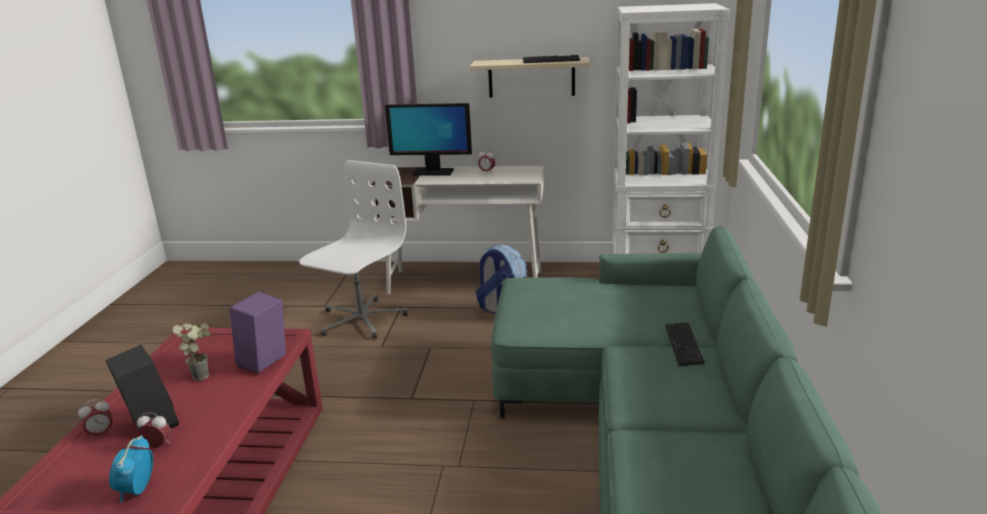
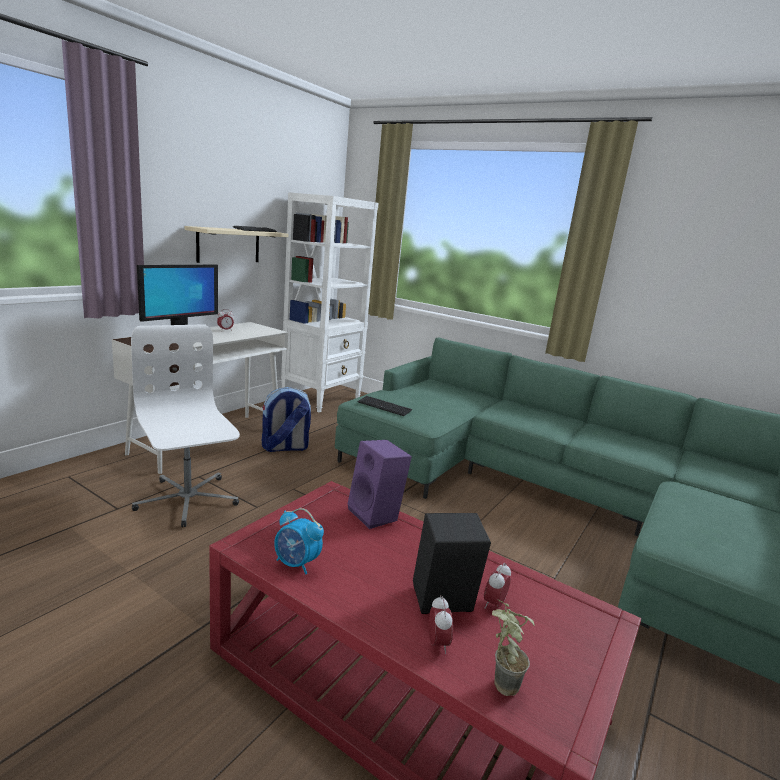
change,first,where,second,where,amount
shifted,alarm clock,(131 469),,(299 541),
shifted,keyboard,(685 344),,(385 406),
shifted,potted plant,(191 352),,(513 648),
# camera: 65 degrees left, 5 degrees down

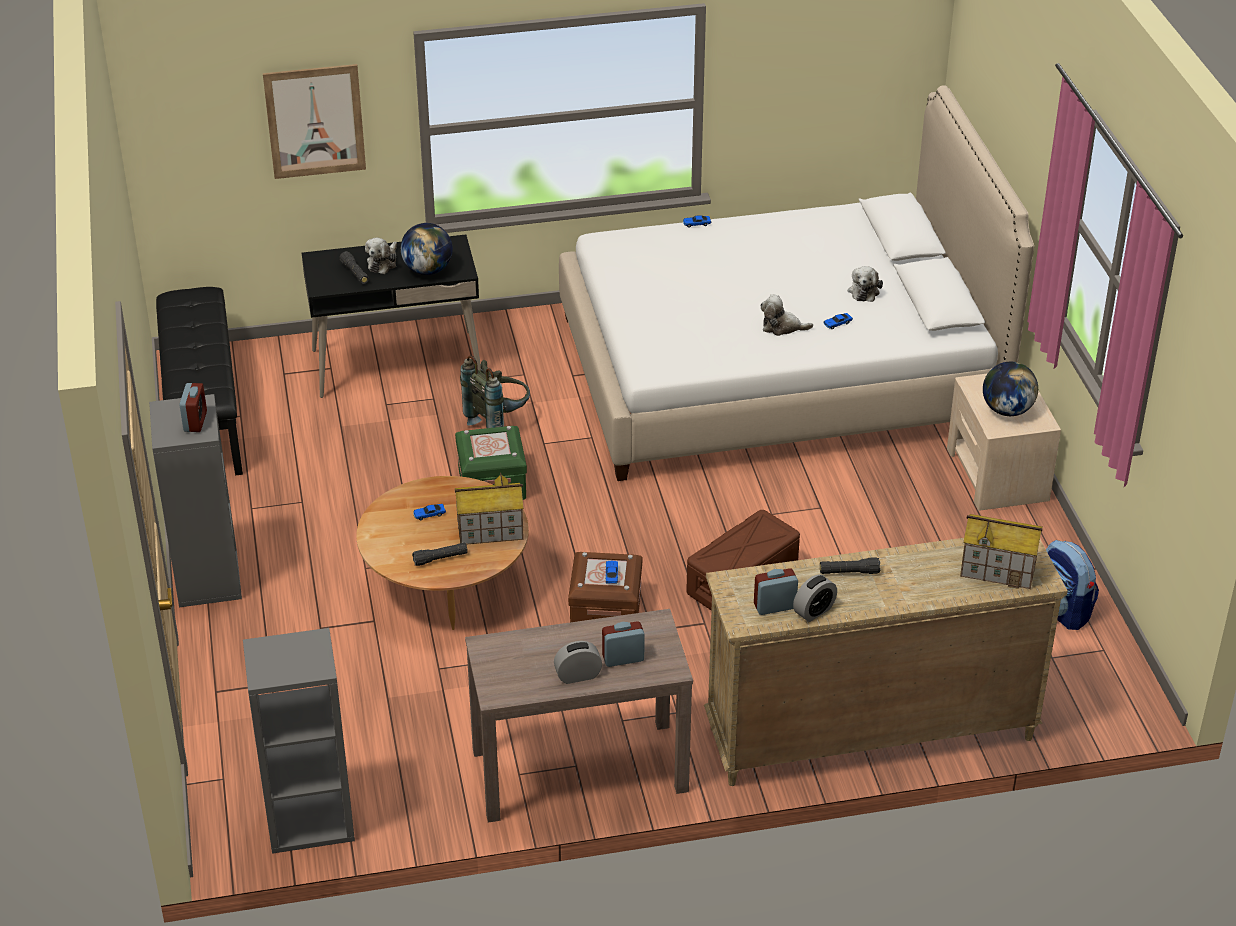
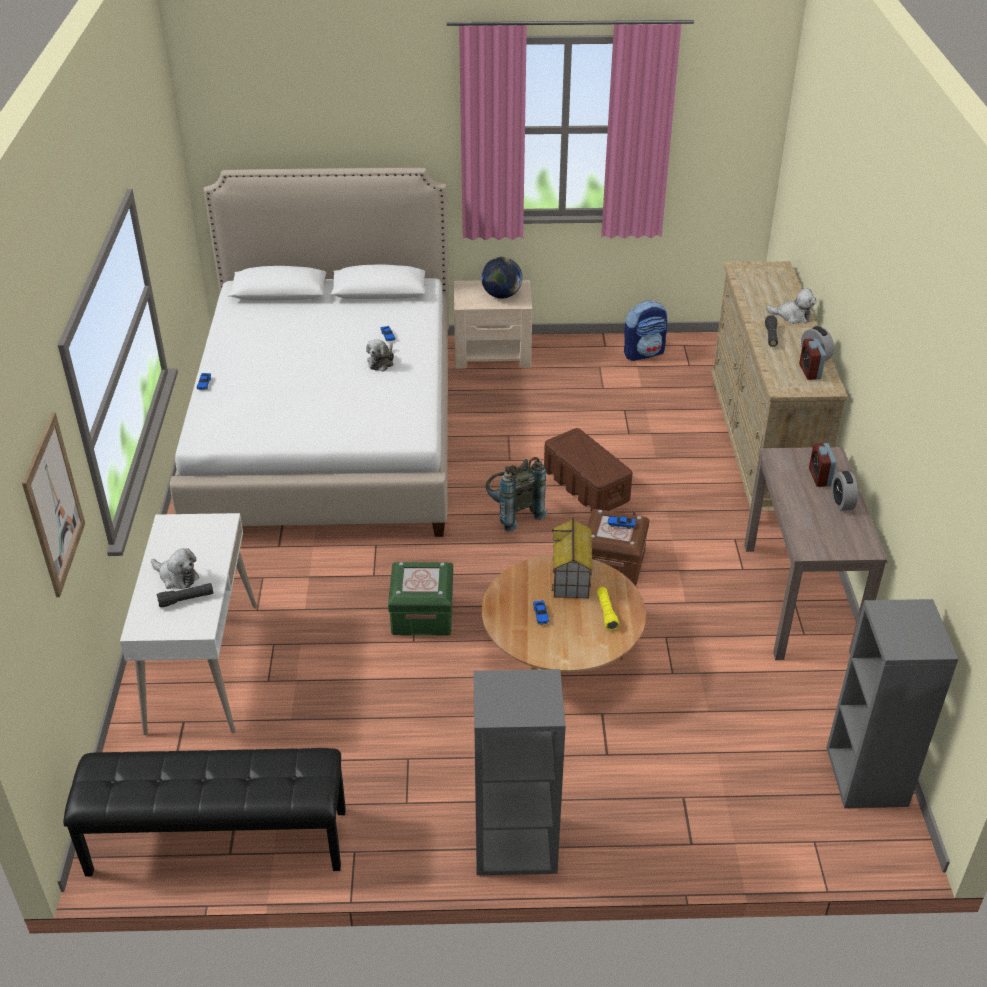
change,first,where,second,where,amount
repainted,black desk,(391 316),white desk,(188 624),
shifted,grey backpack,(495 392),,(516 494),
repainted,black flashlight,(440 554),yellow flashlight,(608 608),
shifted,plush toy,(865 284),,(791 306),
gone,alarm clock,(193 407),,,
gone,globe,(427 249),,,
gone,toy house,(1001 551),,,
# camera: 80 degrees left, 0 degrees up

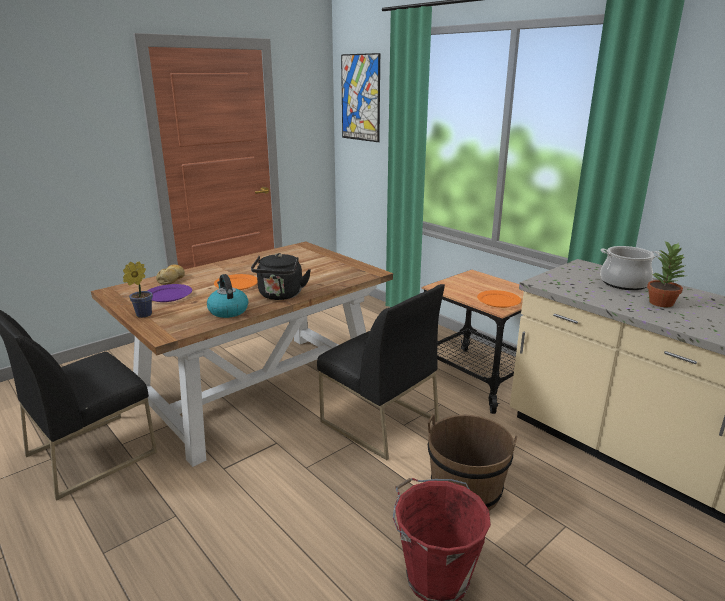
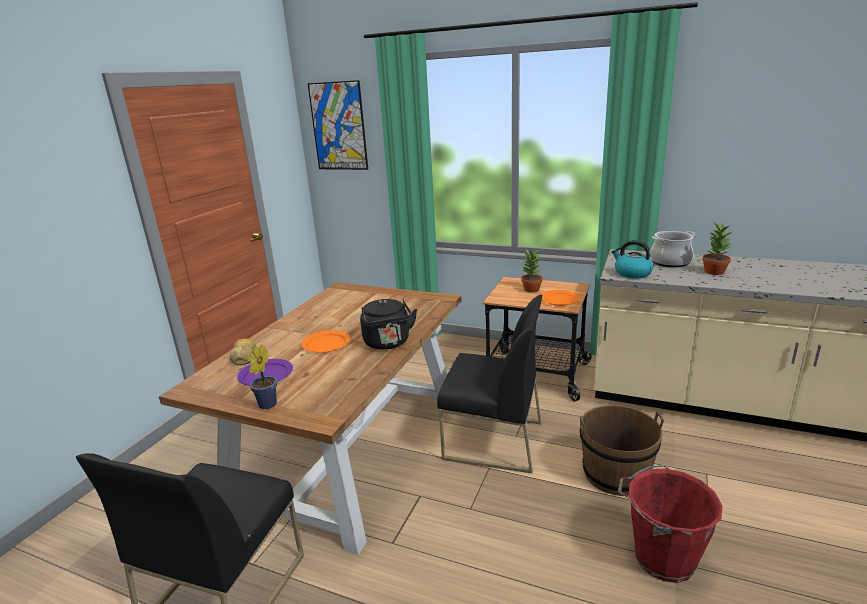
change,first,where,second,where,amount
new,,,potted plant,(532 271),
shifted,kettle,(227 296),,(632 259),
# camera: 25 degrees left, 0 degrees up

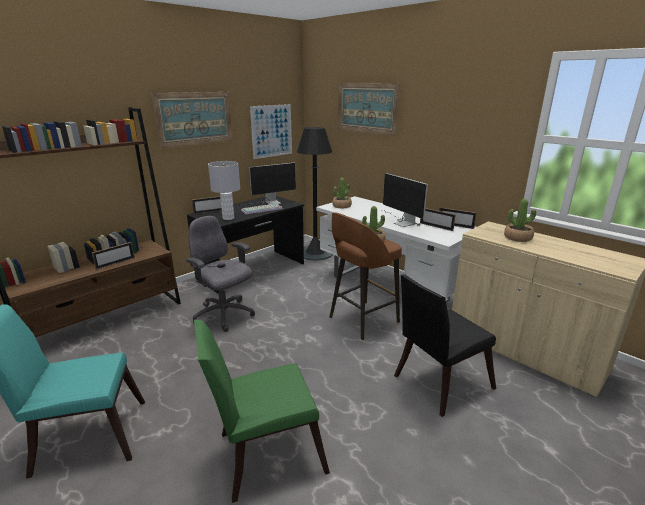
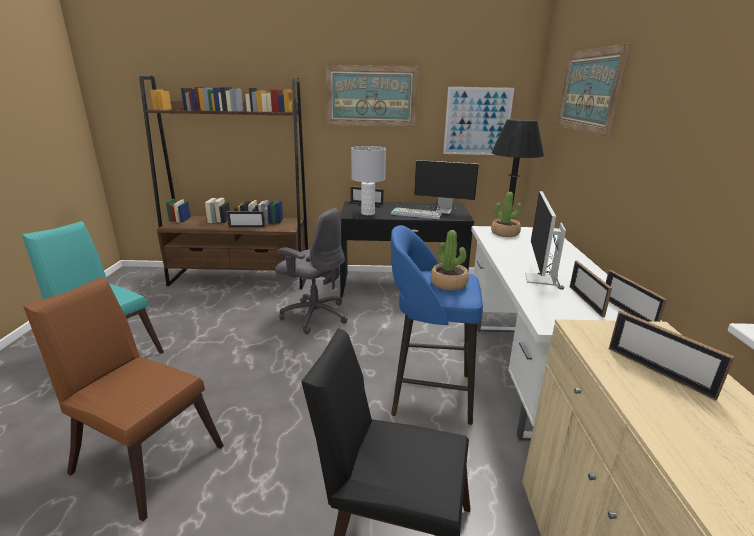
change,first,where,second,where,amount
repainted,green chair,(262 411),brown chair,(123 399),
rotated,grey office chair,(220 274),,(311 271),120 degrees clockwise
repainted,brown stool,(365 276),blue stool,(437 325),
swapped,potted plant,(520 220),picture frame,(671 356),
# camera: 45 degrees right, 0 degrees up

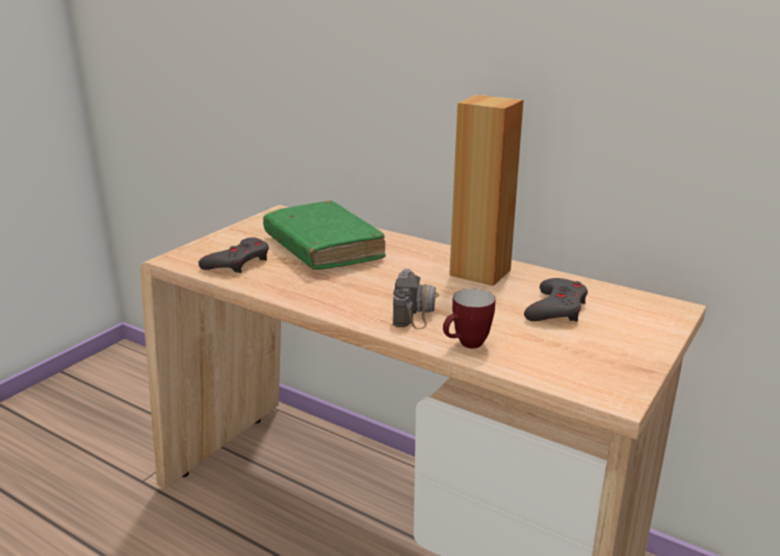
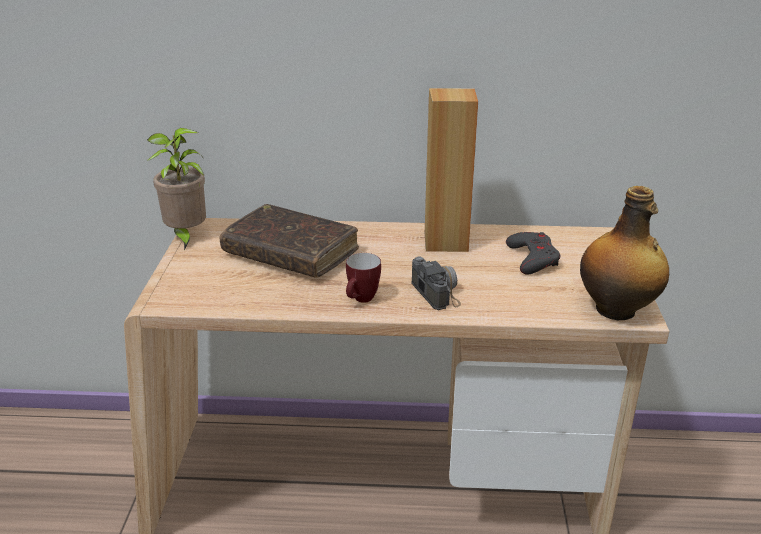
change,first,where,second,where,amount
new,,,potted plant,(176 189),
repainted,green book,(324 235),brown book,(289 241),
shifted,mug,(469 319),,(363 278),
new,,,bottle,(624 253),
gone,grey game controller,(233 255),,,
# camera: 30 degrees left, 5 degrees up

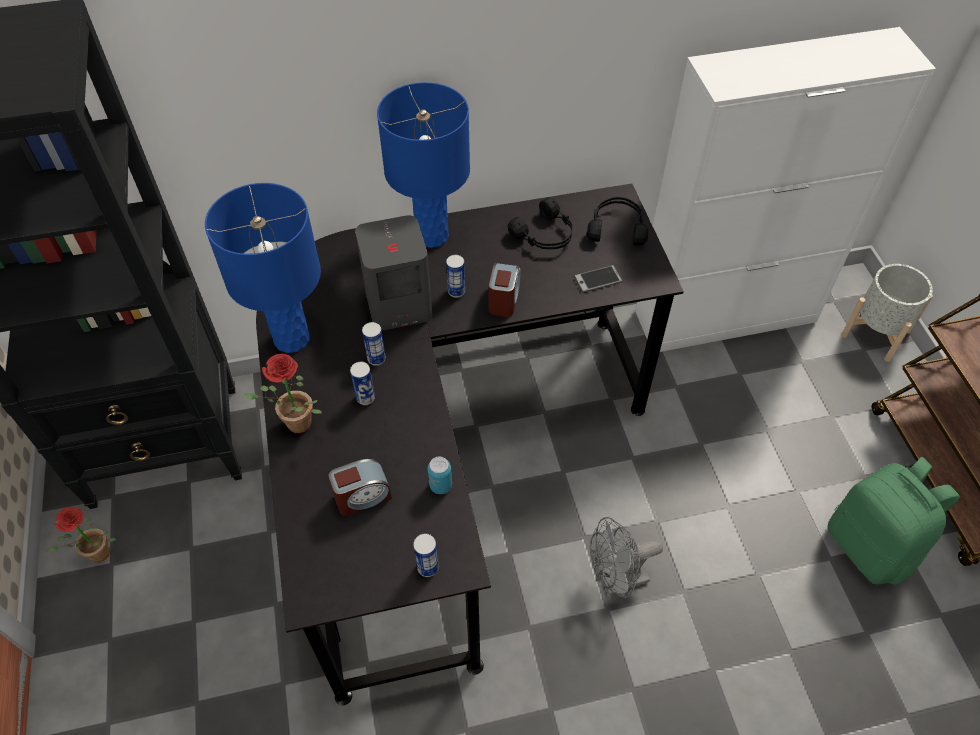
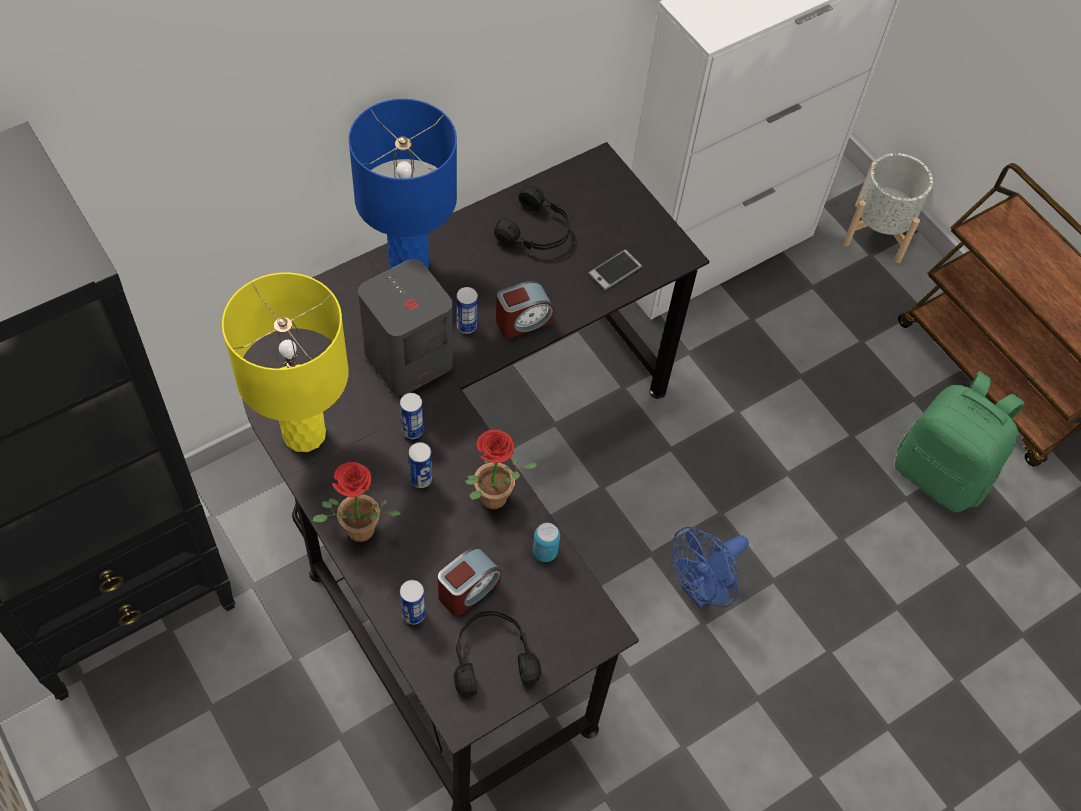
change,first,where,second,where,amount
repainted,blue table lamp,(263 268),yellow table lamp,(285 362),
shifted,can,(426 555),,(412 602),
shifted,black headphones,(618 221),,(497 653),
shifted,potted plant,(81 534),,(501 469),
rotated,alarm clock,(505 290),,(525 309),75 degrees clockwise
repainted,grey fan,(626 557),blue fan,(710 567),
# camera: 25 degrees left, 5 degrees up

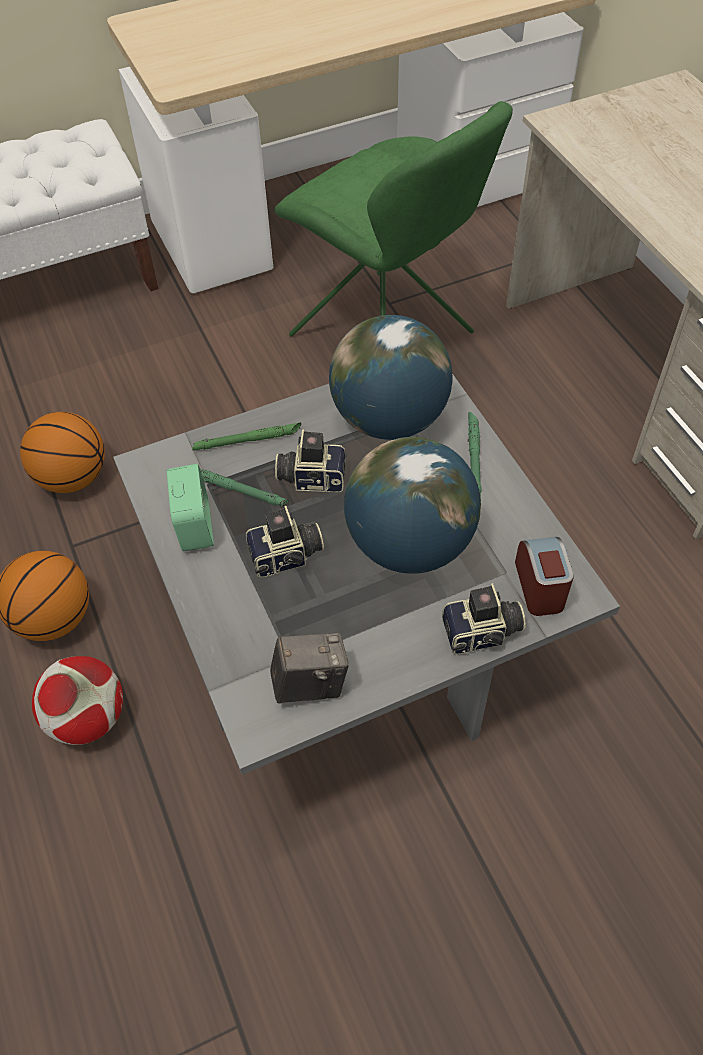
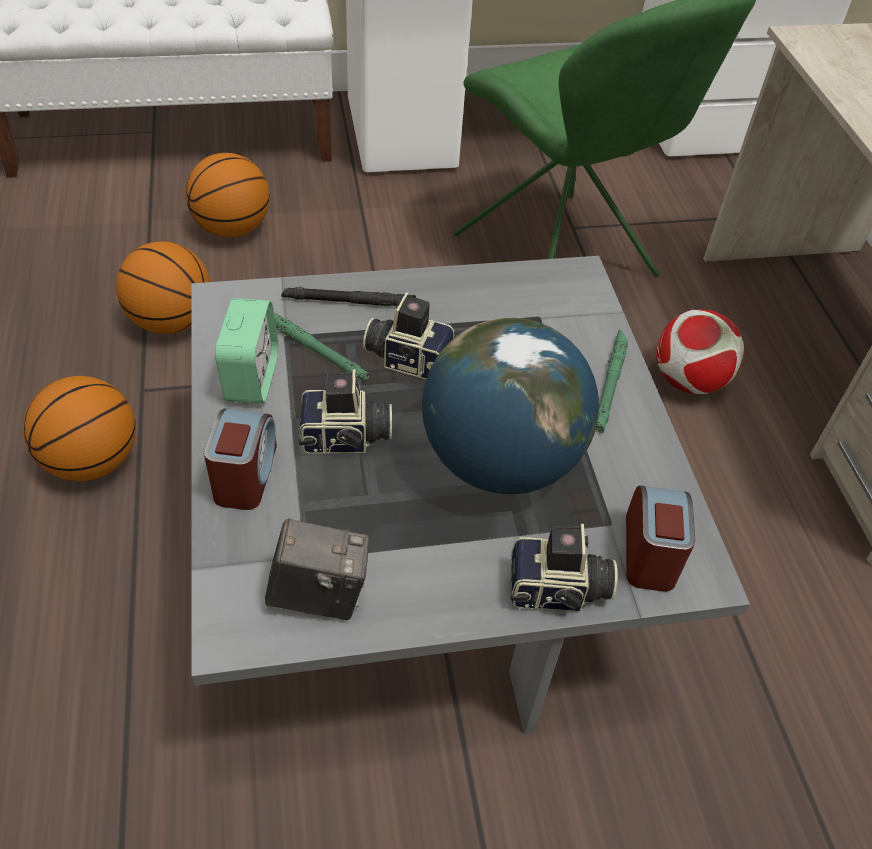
change,first,where,second,where,amount
new,,,basketball,(227 195),
new,,,alarm clock,(240 459),
repainted,green flashlight,(246 437),black flashlight,(348 296),
shifted,football,(77 700),,(700 352),
gone,globe,(391 377),,,
# camera: 10 degrees right, 5 degrees down

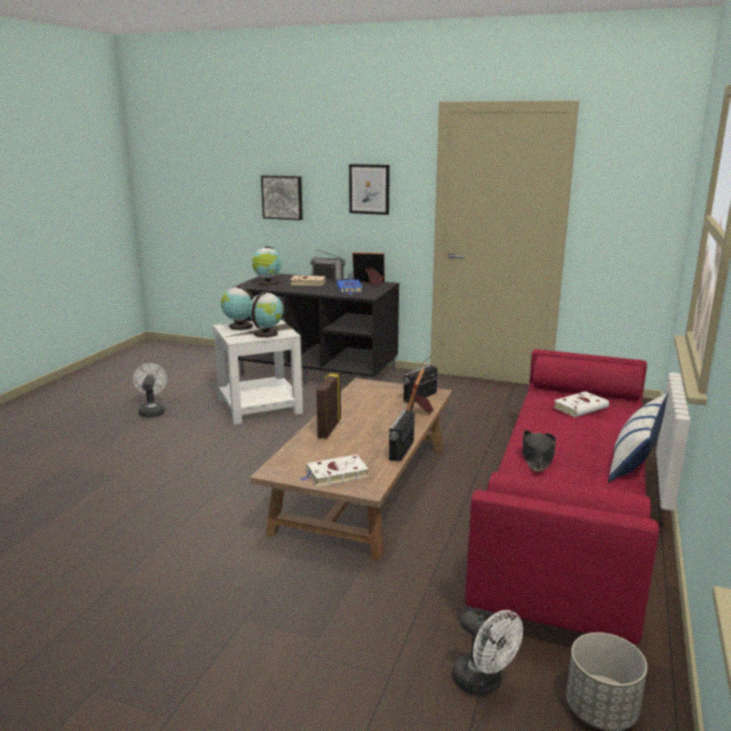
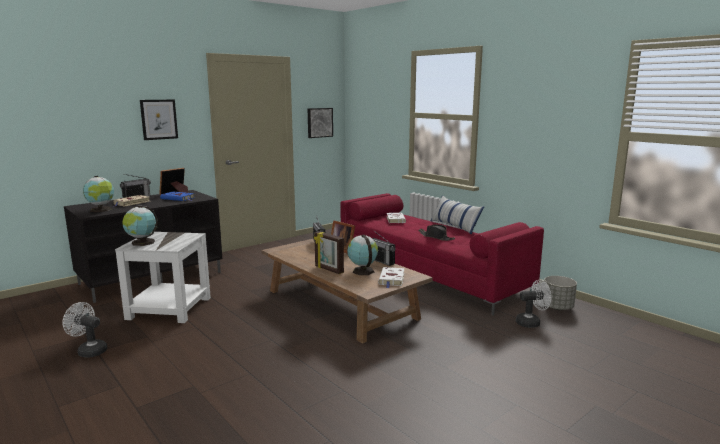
change,first,where,second,where,amount
shifted,picture,(282 197),,(320 123),
shifted,globe,(266 315),,(362 255),
# camera: 60 degrees left, 5 degrees down

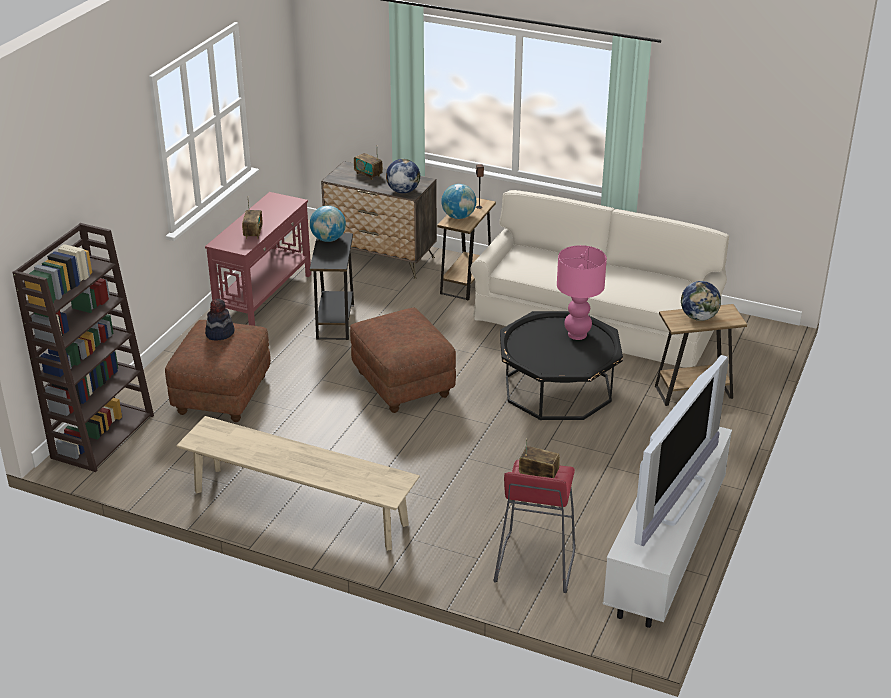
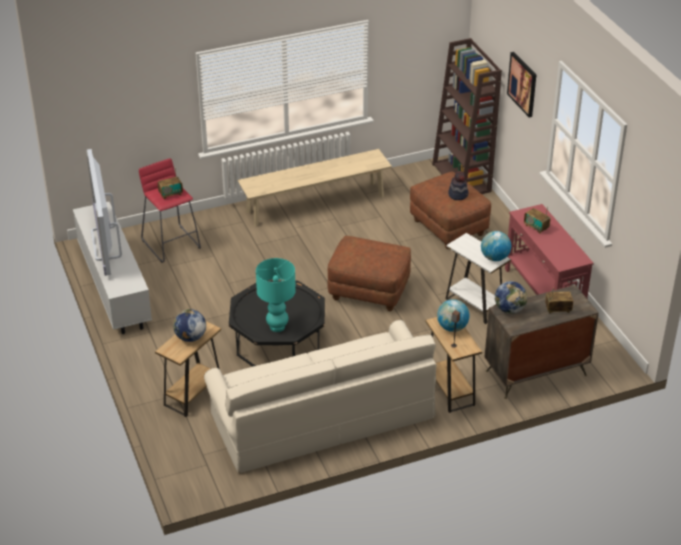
change,first,where,second,where,amount
repainted,pink table lamp,(582 292),turquoise table lamp,(276 295),
repainted,black side table,(332 286),white side table,(478 278),
new,,,picture,(521 85),
# camera: 135 degrees right, 5 degrees up

